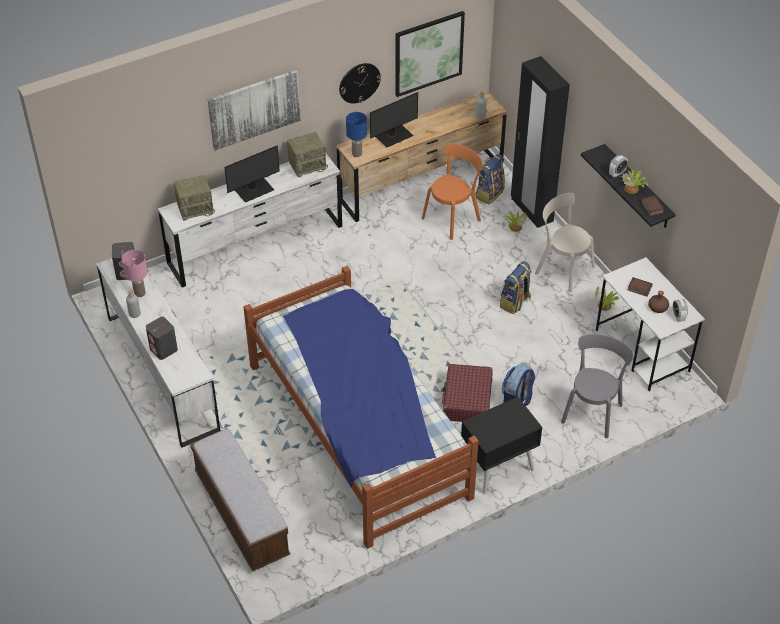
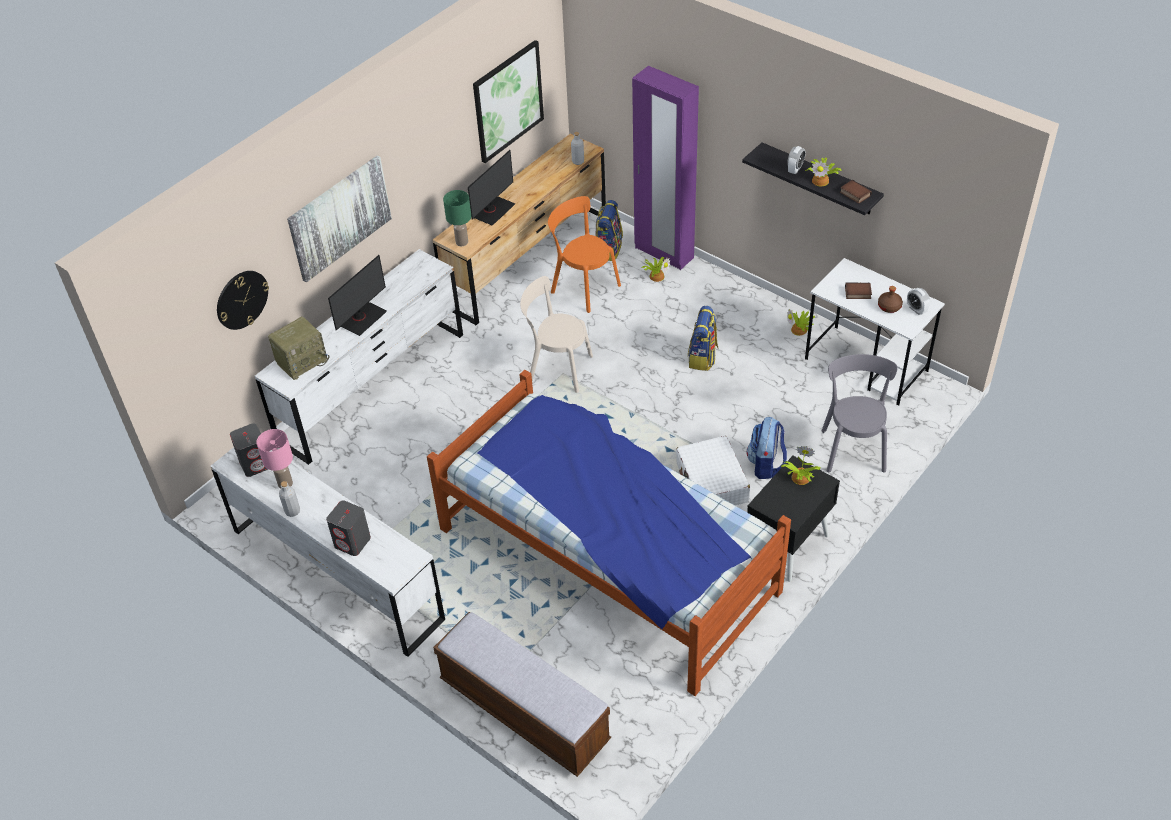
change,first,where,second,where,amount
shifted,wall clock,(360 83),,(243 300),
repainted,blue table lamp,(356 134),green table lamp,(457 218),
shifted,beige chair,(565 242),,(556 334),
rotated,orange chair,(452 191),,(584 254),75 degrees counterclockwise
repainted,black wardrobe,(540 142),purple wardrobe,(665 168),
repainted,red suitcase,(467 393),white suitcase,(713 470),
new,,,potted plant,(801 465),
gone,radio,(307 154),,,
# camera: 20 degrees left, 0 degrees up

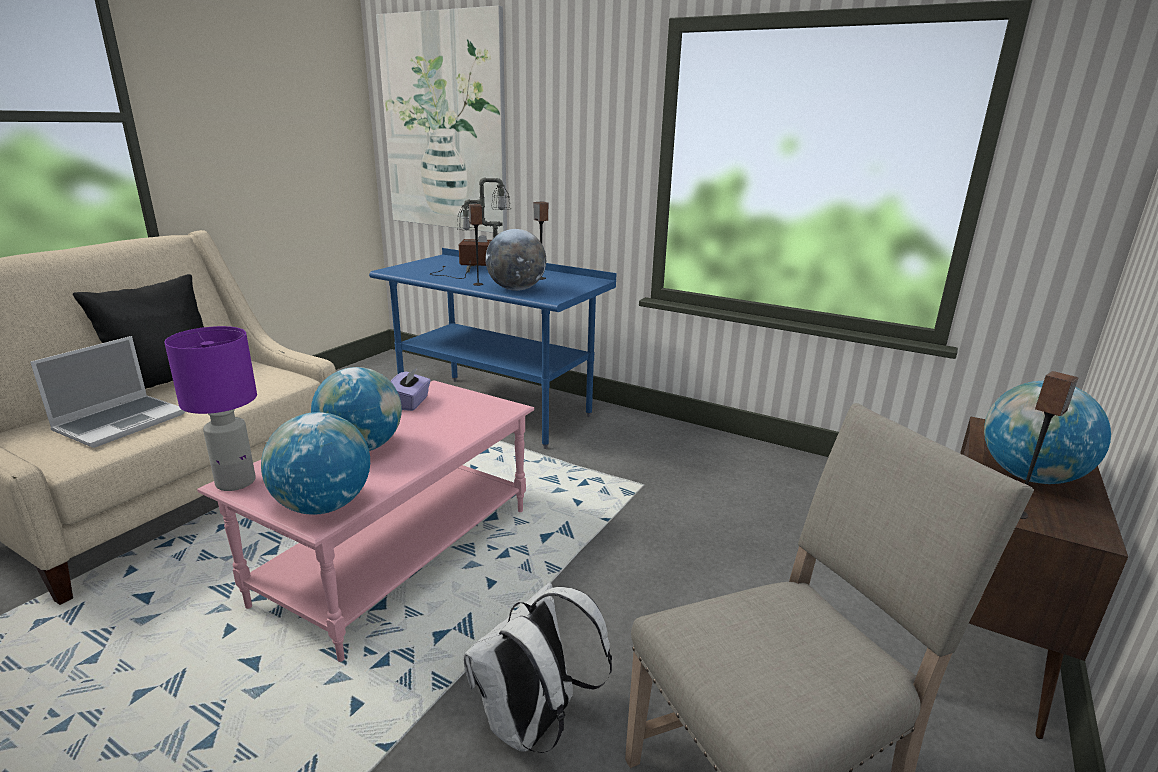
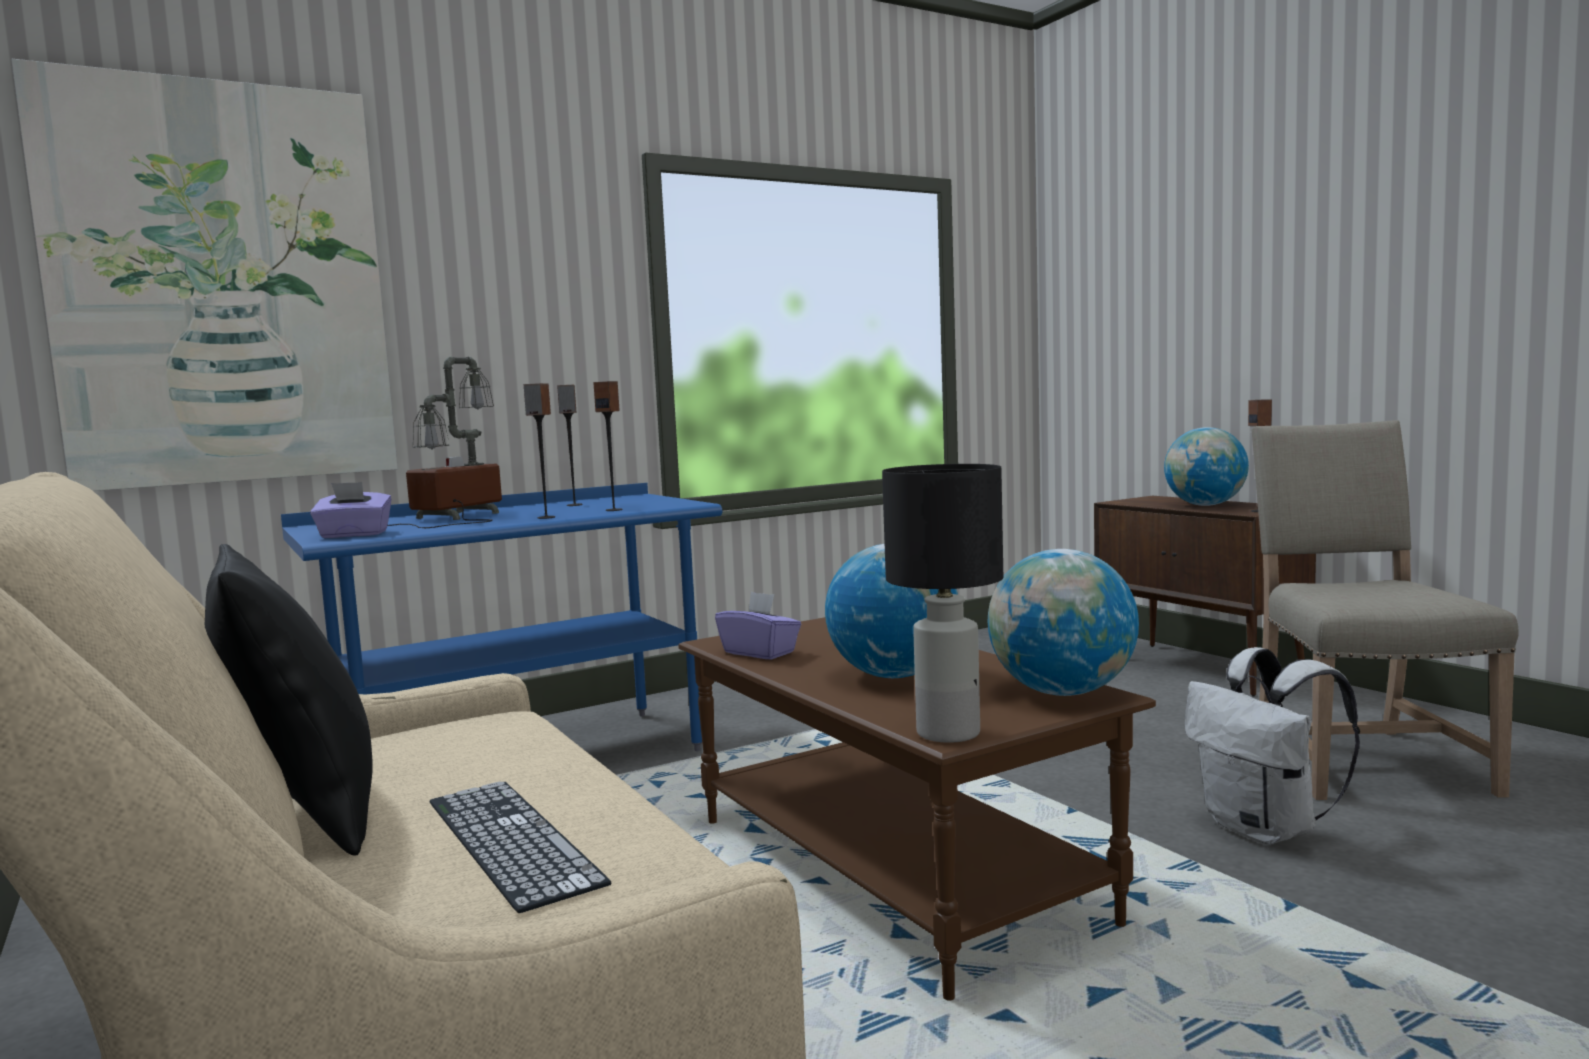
change,first,where,second,where,amount
new,,,purple tissue box,(351 510),
swapped,laptop,(108 392),keyboard,(520 847),
swapped,globe,(516 260),speaker,(607 446),
repainted,pink coffee table,(365 521),brown coffee table,(917 809),
repainted,purple table lamp,(210 408),black table lamp,(942 603),
# camera: 60 degrees left, 15 degrees down

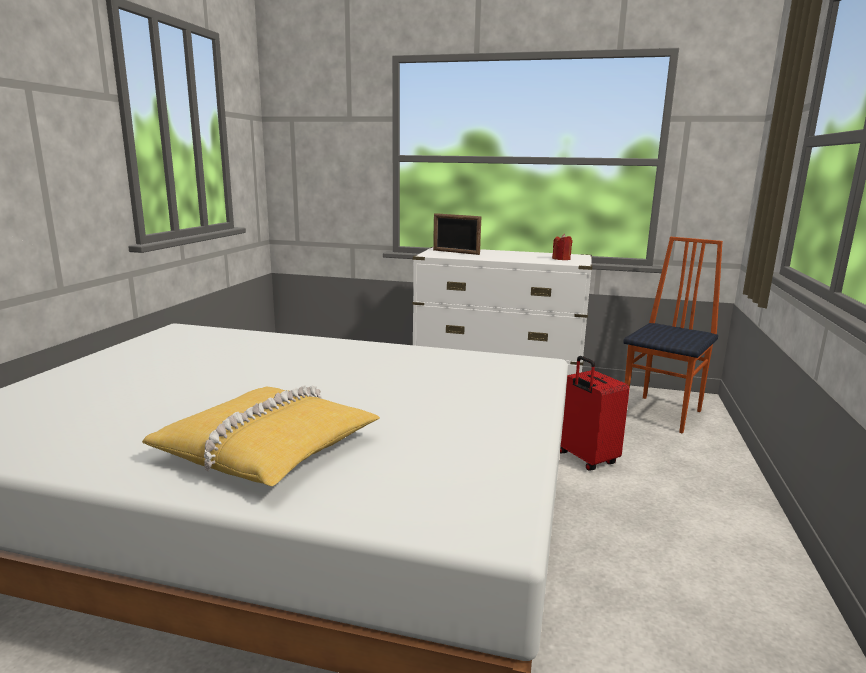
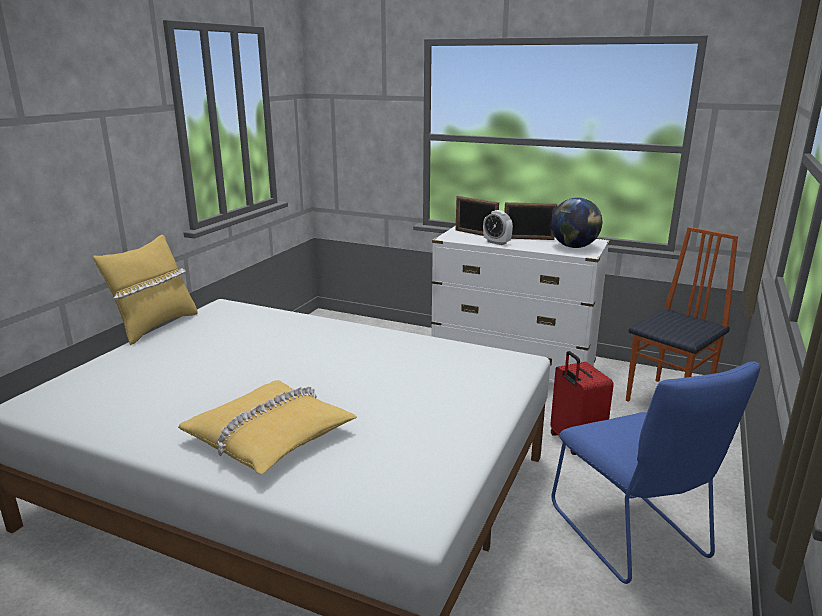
change,first,where,second,where,amount
new,,,yellow pillow,(145 290),
new,,,alarm clock,(498 227),
new,,,picture frame,(530 221),
swapped,red candle,(562 247),globe,(576 222),
new,,,blue chair,(655 472),
# camera: 10 degrees right, 5 degrees up

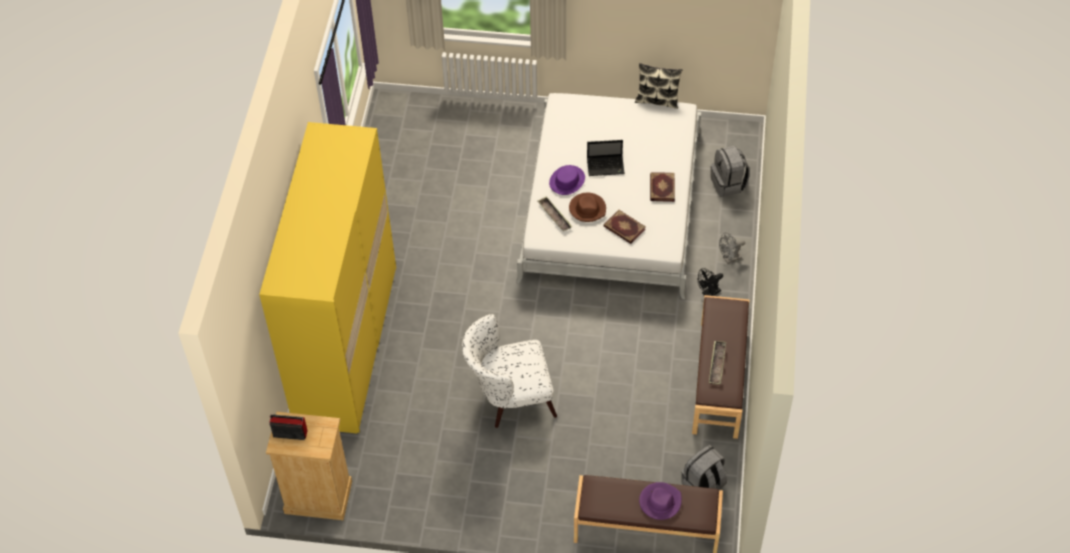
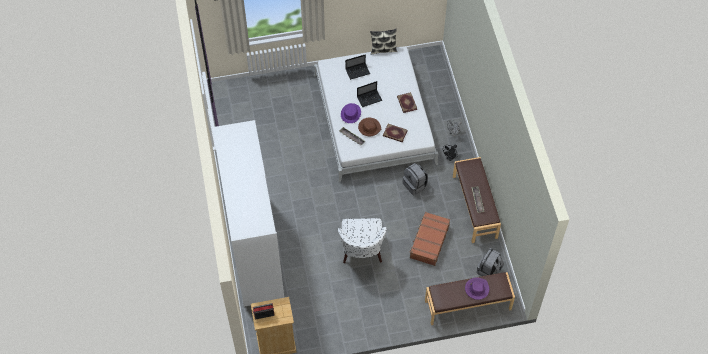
change,first,where,second,where,amount
repainted,yellow wardrobe,(327 277),white wardrobe,(248 213),
rotated,white armchair,(509 371),,(362 240),60 degrees counterclockwise
new,,,laptop,(357 67),
shifted,grey backpack,(730 171),,(415 179),
new,,,brown suitcase,(429 239),
# camera: 20 degrees left, 5 degrees up

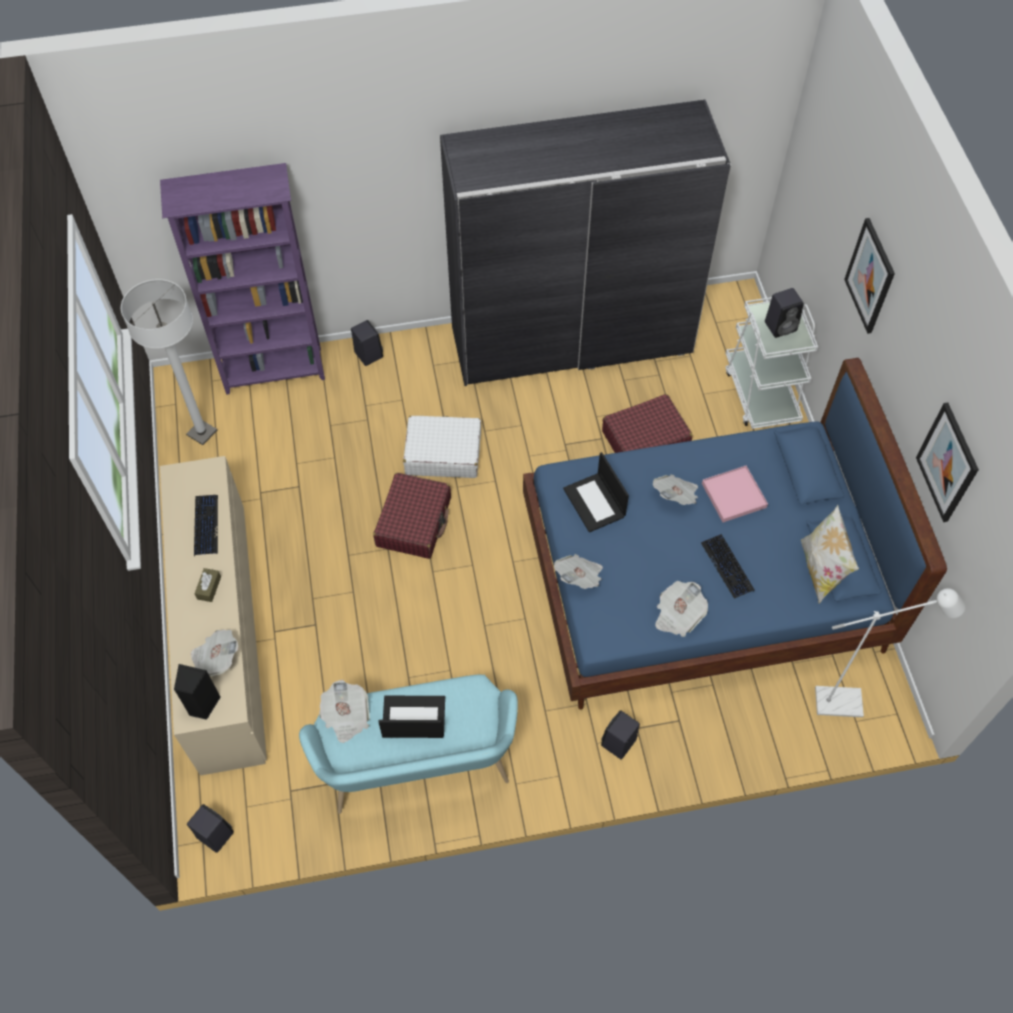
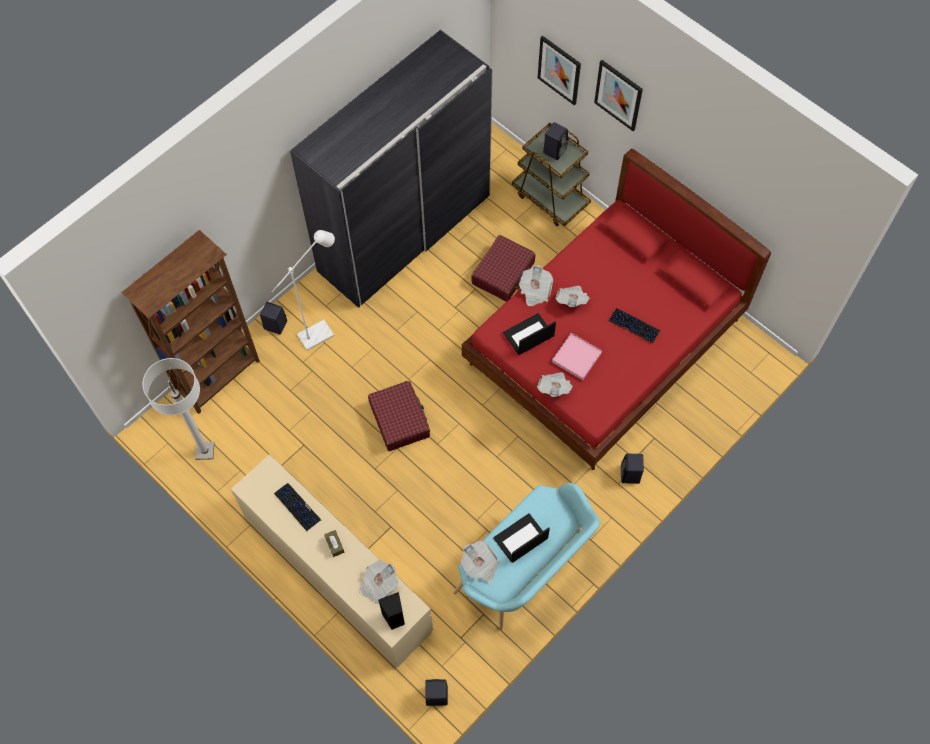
change,first,where,second,where,amount
repainted,purple bookcase,(242 279),brown bookcase,(190 322),
shifted,white floor lamp,(890 652),,(303 290),
repainted,blue bed,(735 534),red bed,(616 309),
rotated,laptop,(596 492),,(529 334),120 degrees clockwise
repainted,white cart,(772 363),brown cart,(551 174),
shifted,newspaper,(681 609),,(536 285),
shifted,picture,(947 462),,(559 70),
shifted,pink tray,(735 494),,(577 356),
gone,white suitcase,(442 447),,,
gone,pillow,(830 554),,,
# camera: 35 degrees left, 5 degrees up

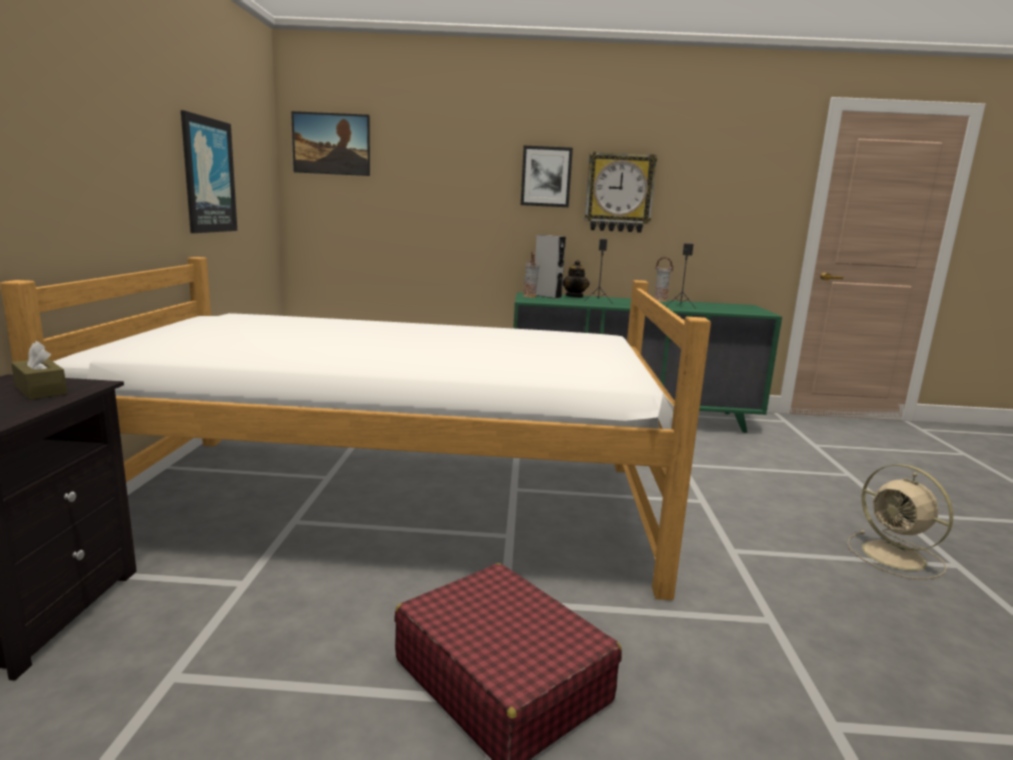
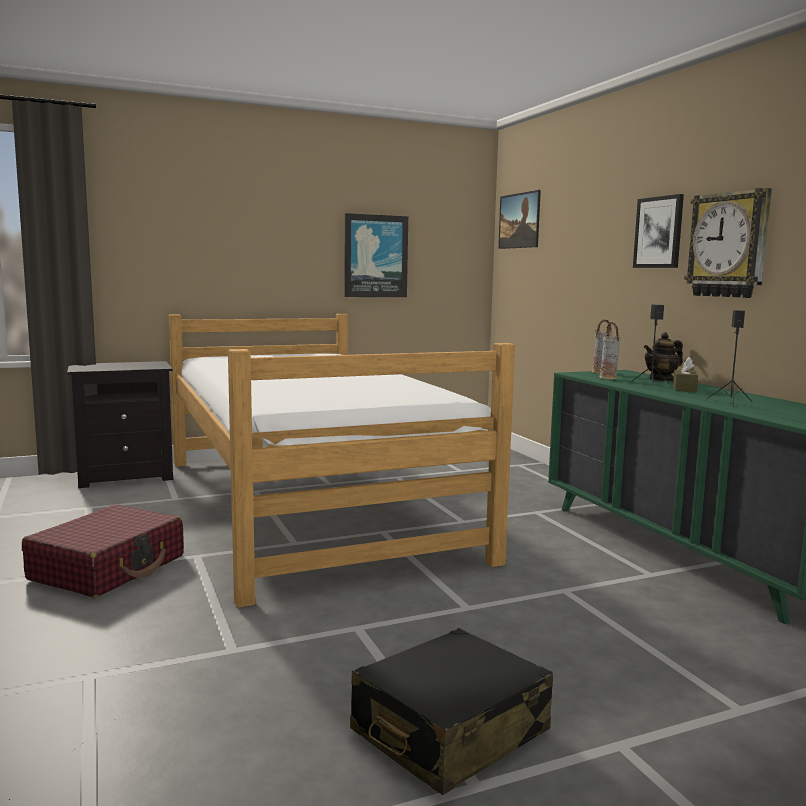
change,first,where,second,where,amount
swapped,beige fan,(900 521),black suitcase,(451 711),
shifted,vase,(664 279),,(610 351),
shifted,brown tissue box,(39 370),,(685 374),
gone,grey speaker,(550 267),,,
# camera: 65 degrees right, 5 degrees down

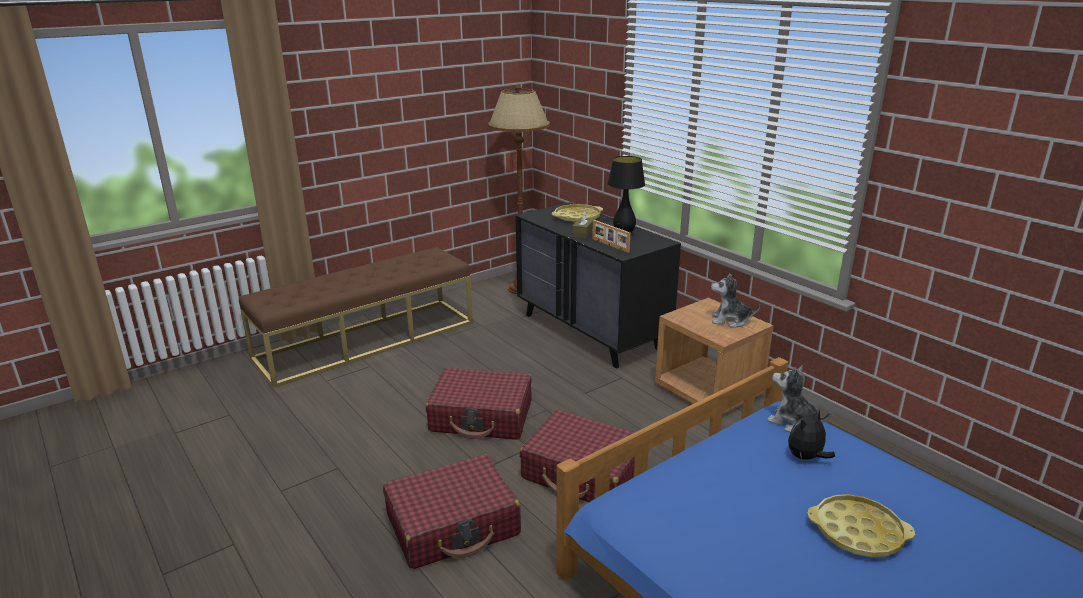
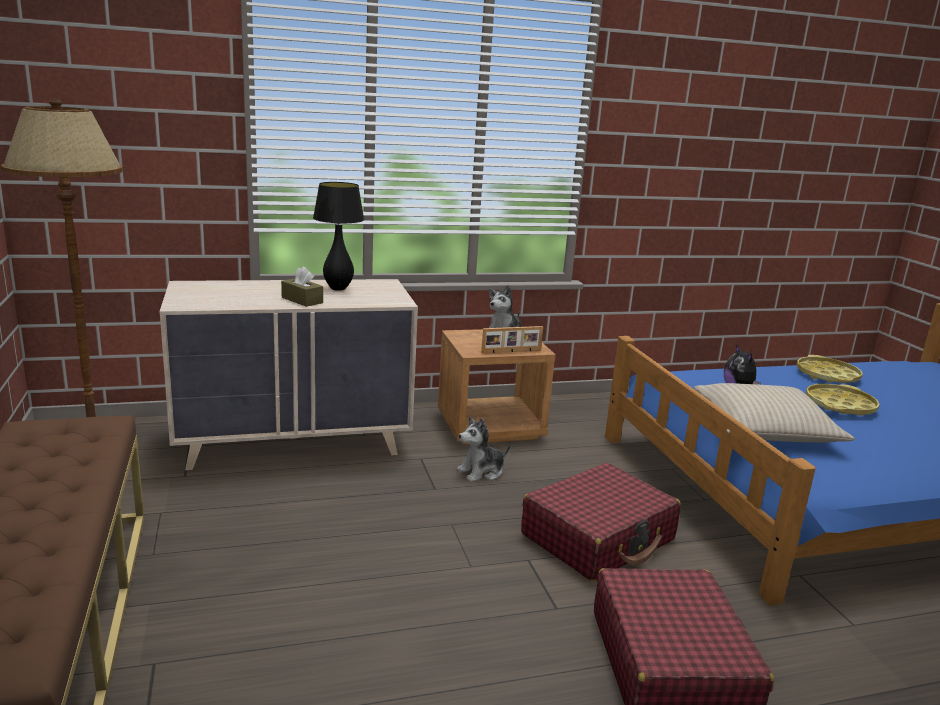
change,first,where,second,where,amount
repainted,black dresser,(598 285),beige dresser,(288 374),
shifted,plush toy,(798 398),,(483 449),
shifted,picture frame,(611 236),,(512 340),
new,,,beige pillow,(774 412),
shifted,yellow tray,(577 213),,(830 369),
gone,red suitcase,(479 403),,,
# camera: 70 degrees left, 5 degrees down

